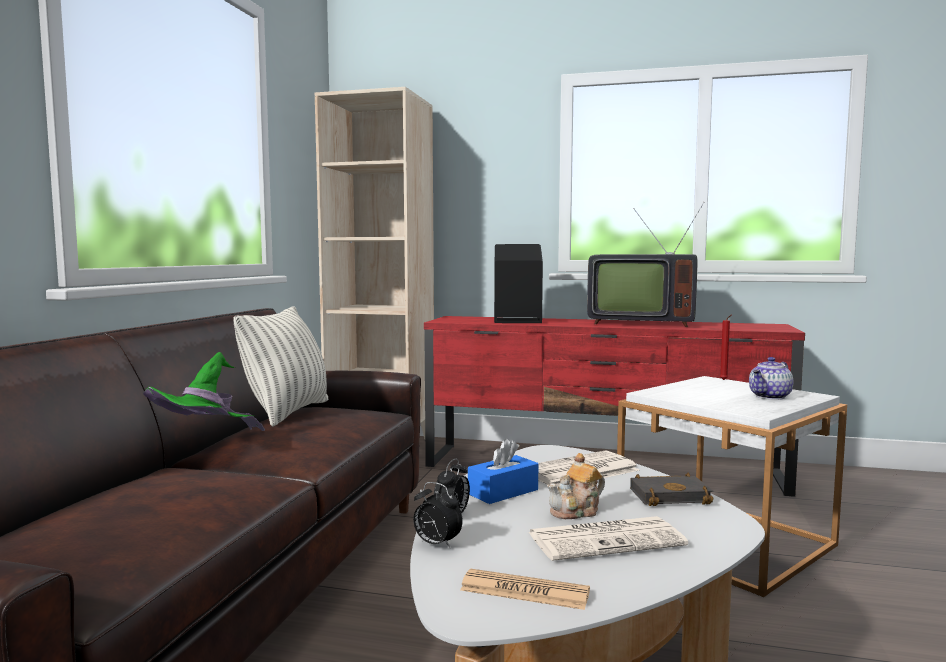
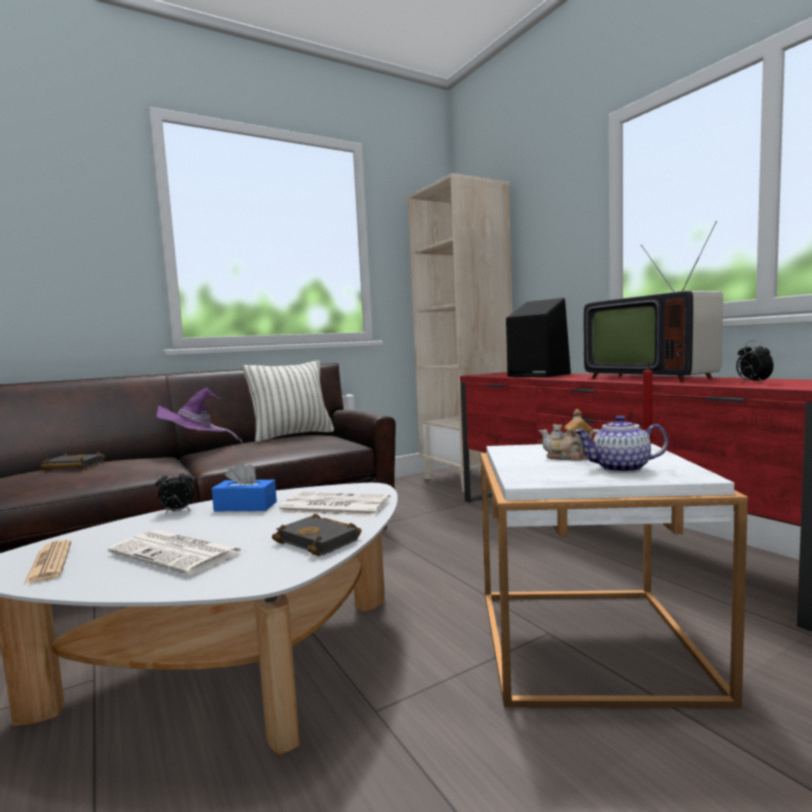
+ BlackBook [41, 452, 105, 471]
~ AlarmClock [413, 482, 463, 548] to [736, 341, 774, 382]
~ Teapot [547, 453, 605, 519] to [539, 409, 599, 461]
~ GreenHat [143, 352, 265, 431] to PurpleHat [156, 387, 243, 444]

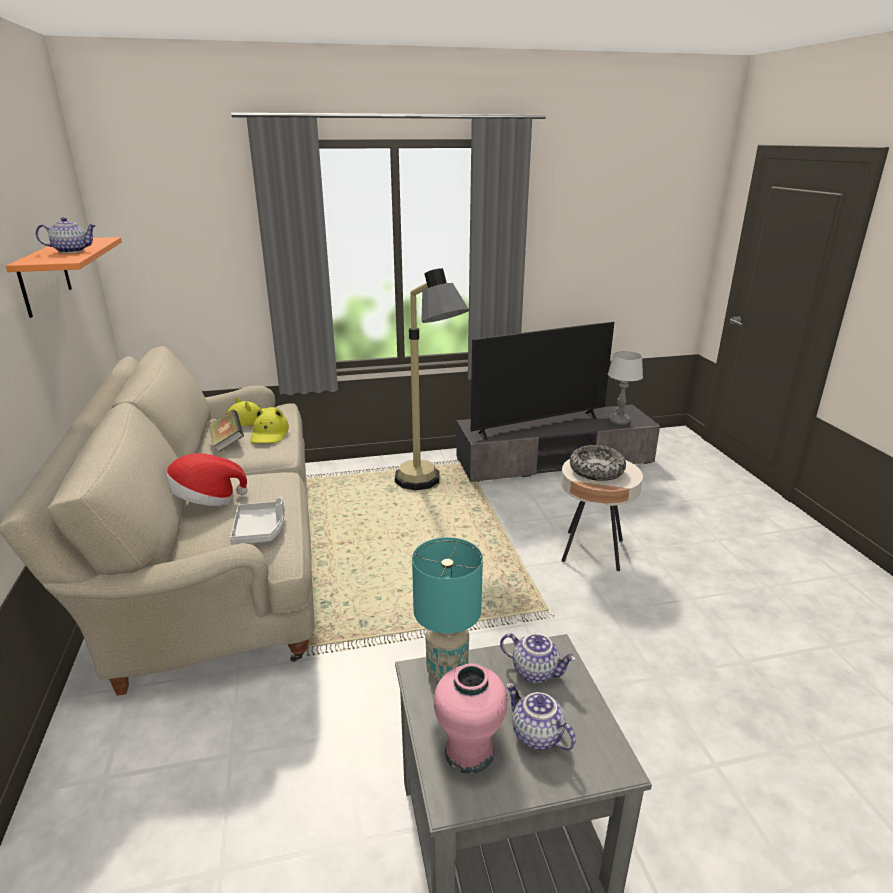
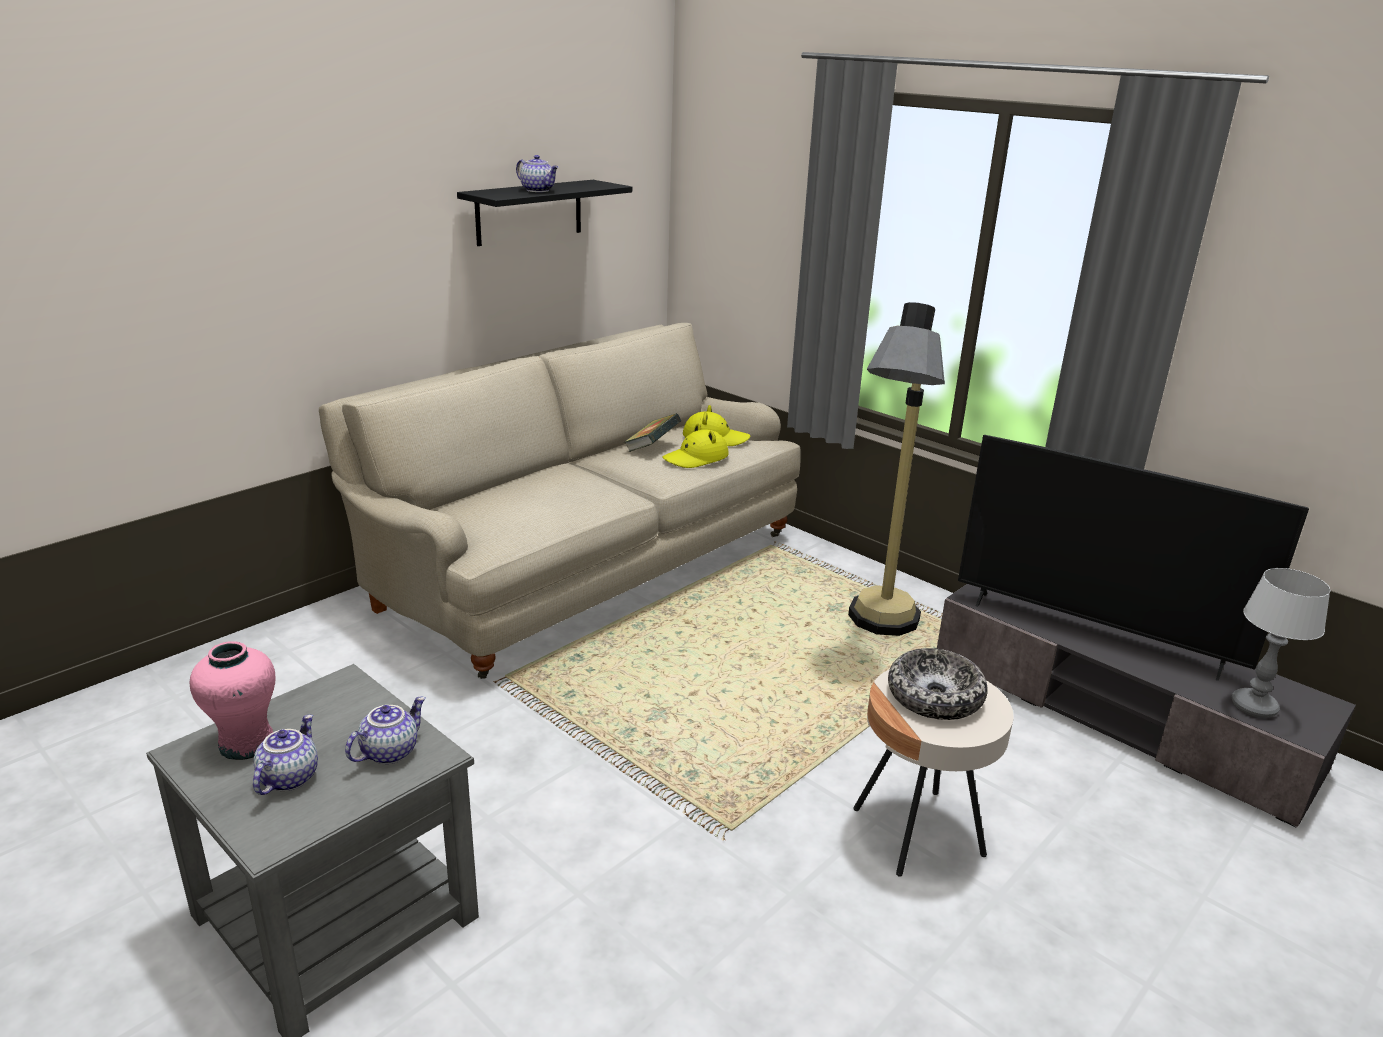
- Hat [167, 453, 248, 506]
- GreyTray [230, 497, 285, 545]
- TurquoiseTableLamp [412, 537, 483, 682]
~ OrangeShelf [6, 237, 122, 318] to BlackShelf [457, 180, 632, 246]
~ Teapot [500, 633, 576, 683] = [345, 697, 426, 764] 135 degrees counterclockwise

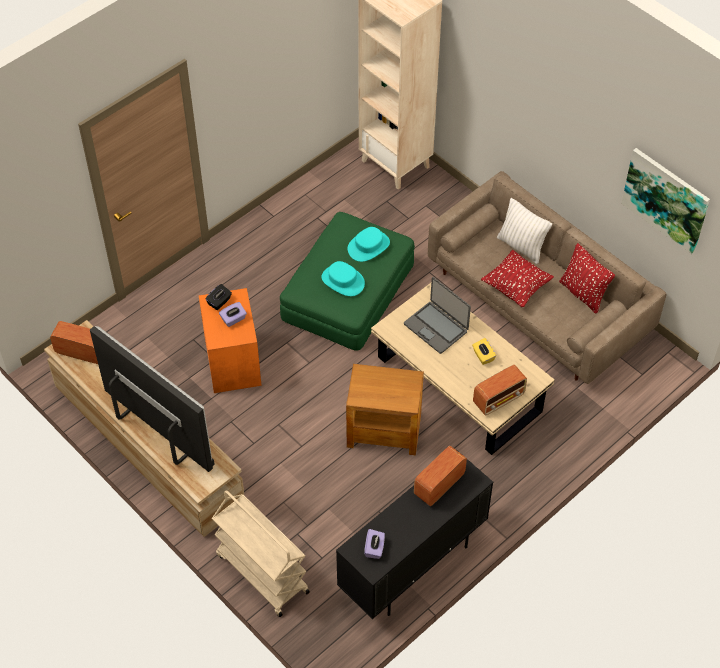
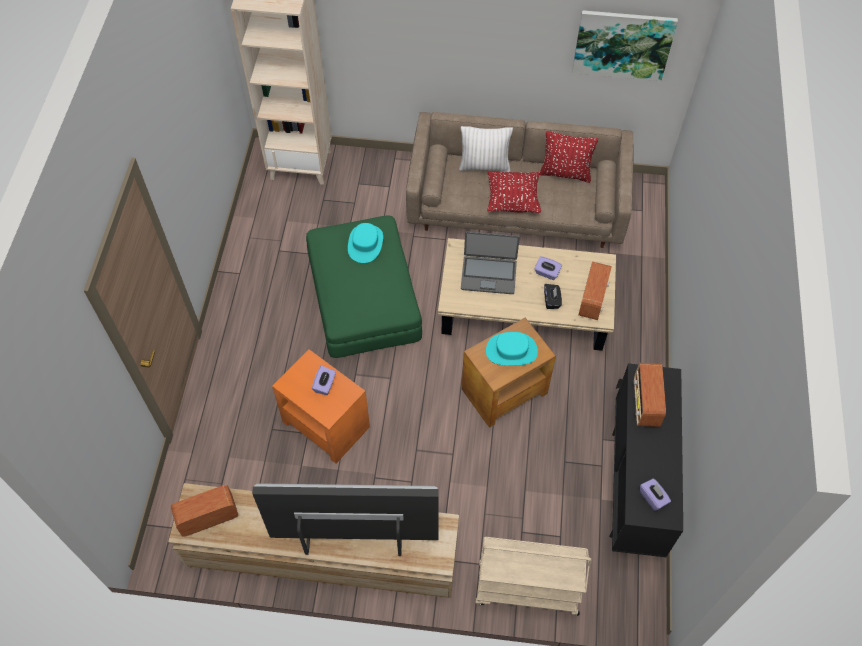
~ BlackTissueBox [206, 284, 232, 310] to [544, 284, 562, 309]
~ TurquoiseHat [321, 261, 365, 296] to [486, 332, 538, 366]
~ YellowTissueBox [472, 338, 496, 365] to PurpleTissueBox [534, 256, 562, 280]

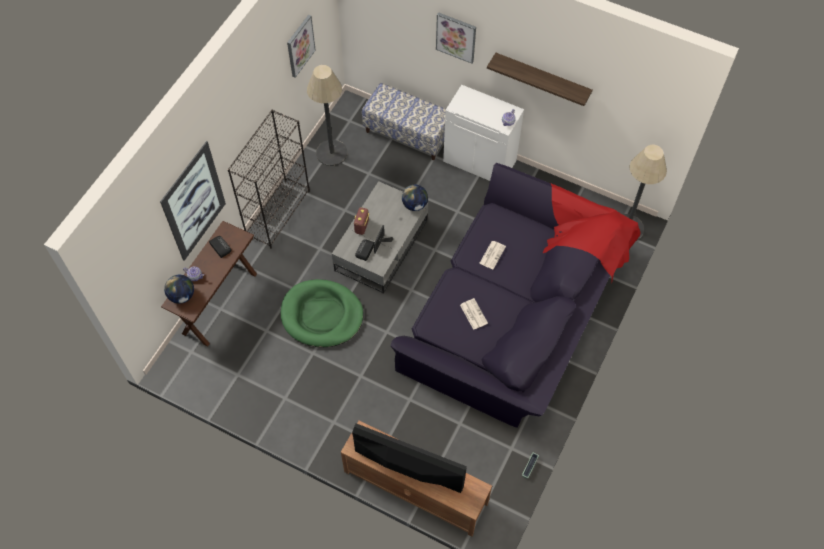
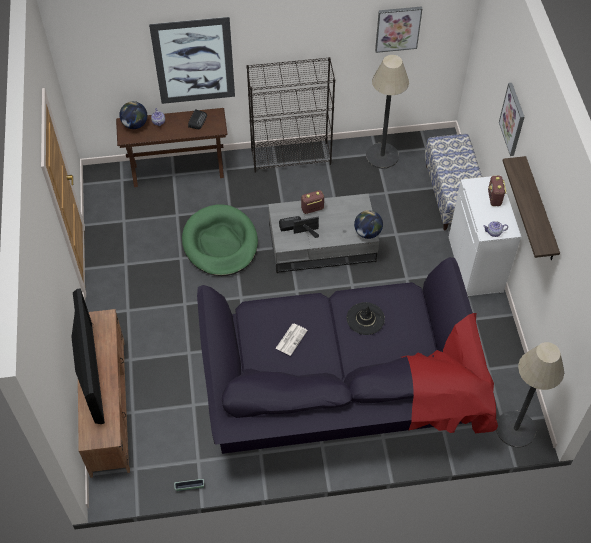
+ Radio [488, 176, 506, 206]
~ Newspaper [479, 241, 506, 269] to BlackHat [346, 302, 385, 335]

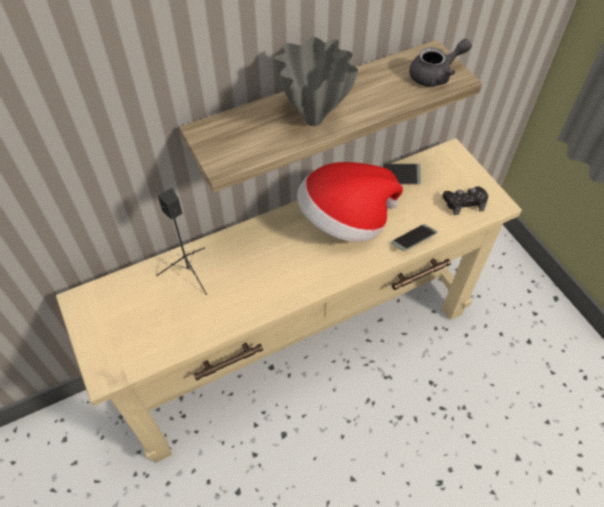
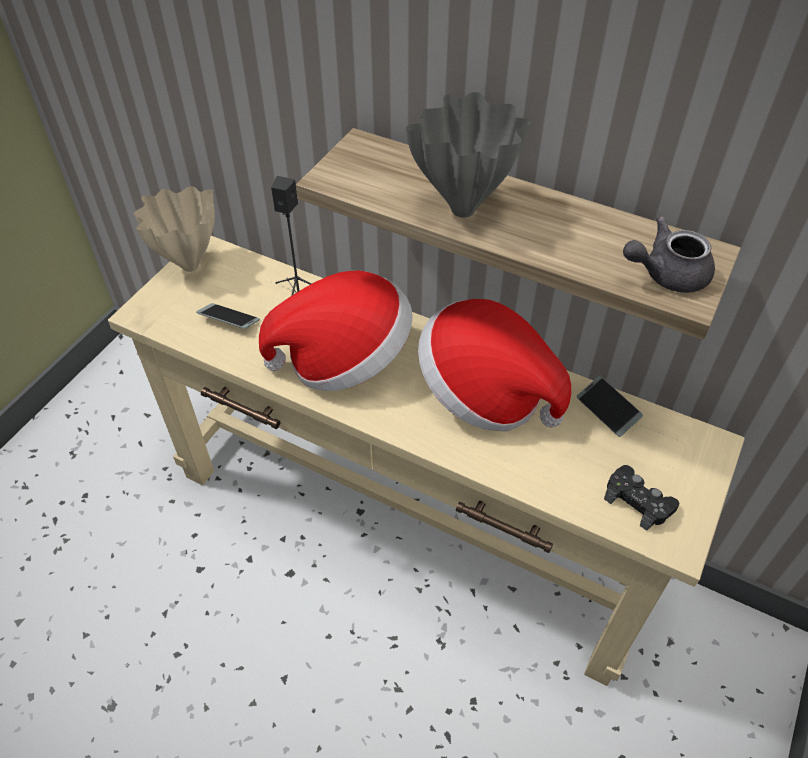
+ BeigeVase [134, 186, 215, 272]
+ Hat [259, 270, 413, 391]
~ Phone [391, 224, 438, 251] to [196, 303, 260, 329]
~ GreyTeapot [409, 39, 472, 87] = [623, 217, 715, 293] 135 degrees clockwise

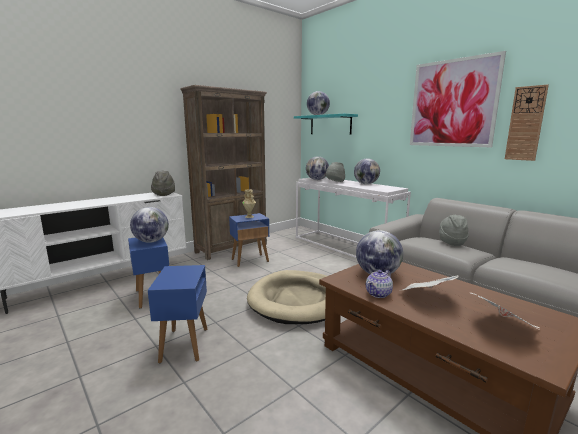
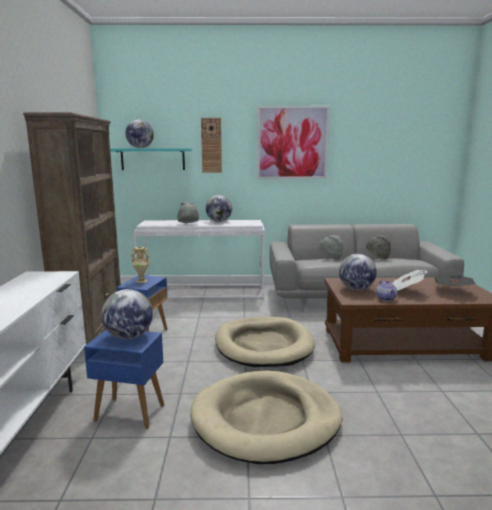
- Globe [306, 156, 329, 180]
~ GreyHat [151, 170, 175, 196] to [366, 235, 391, 259]
~ WallClock [505, 84, 549, 161] to [201, 118, 222, 173]
~ BlueSideTable [148, 265, 207, 364] to BeigeDogBed [190, 371, 342, 464]

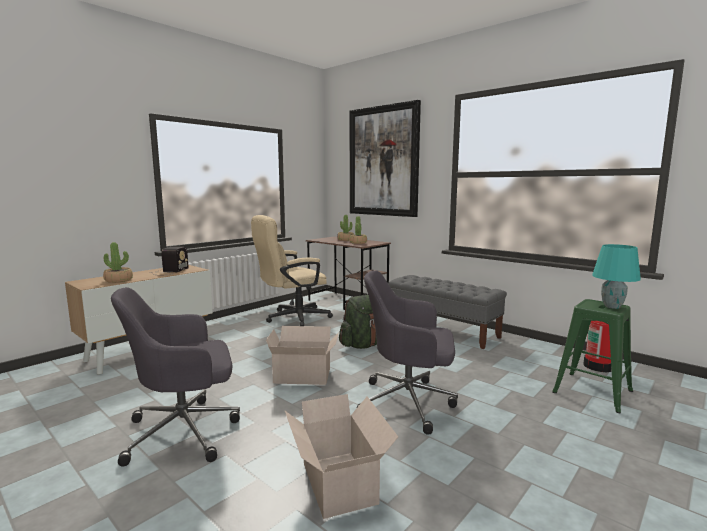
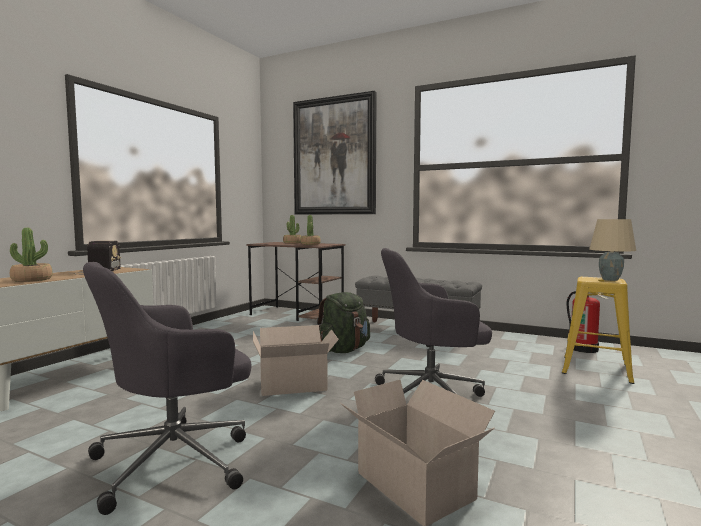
- BeigeOfficeChair [251, 215, 333, 326]
~ GreenStool [552, 299, 633, 413] to YellowStool [562, 277, 634, 384]
~ TurquoiseTableLamp [592, 244, 641, 309] to BeigeTableLamp [589, 219, 636, 281]

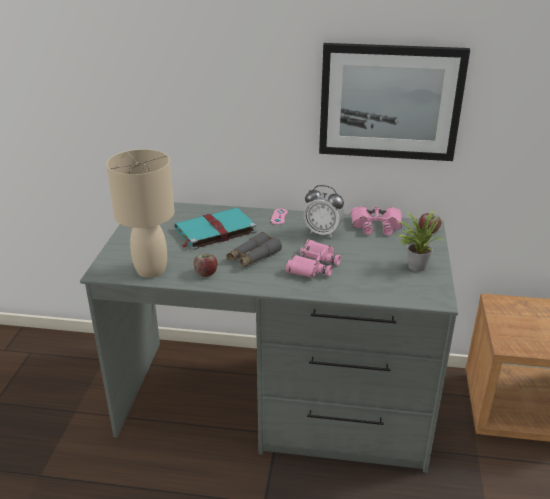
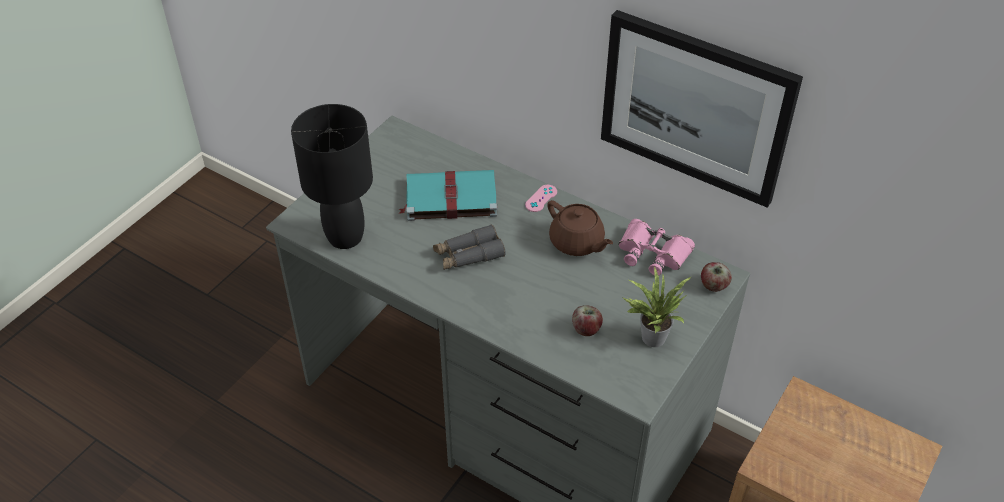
- PinkBinoculars [285, 239, 341, 278]
~ Apple [194, 254, 217, 277] to [572, 305, 603, 336]
~ AlarmClock [304, 185, 344, 238] to BrownTeapot [547, 200, 613, 256]
~ BeigeTableLamp [106, 149, 175, 278] to BlackTableLamp [291, 104, 373, 249]

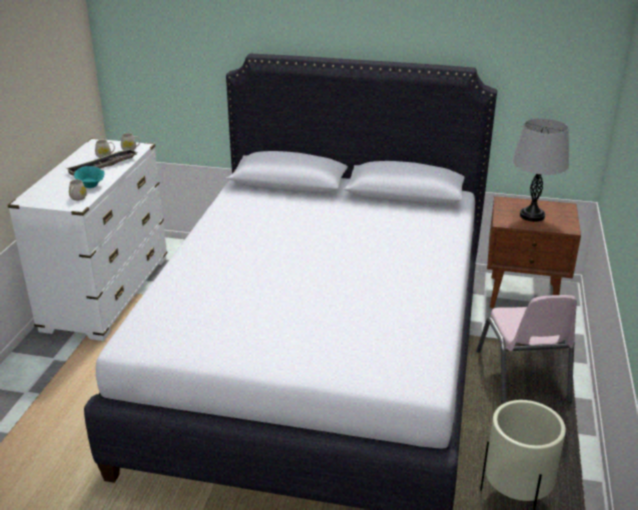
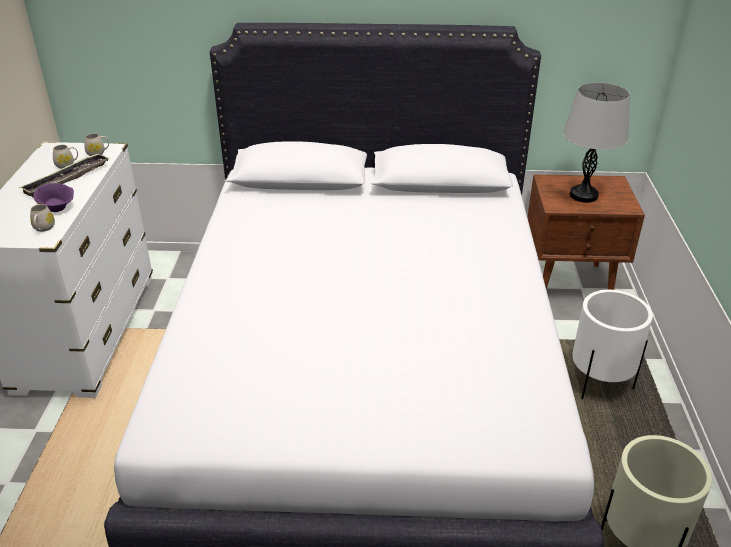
~ PinkChair [476, 295, 577, 405] to WhitePlanter [572, 290, 653, 400]
~ TurquoiseBowl [74, 166, 105, 188] to PurpleBowl [33, 183, 74, 212]

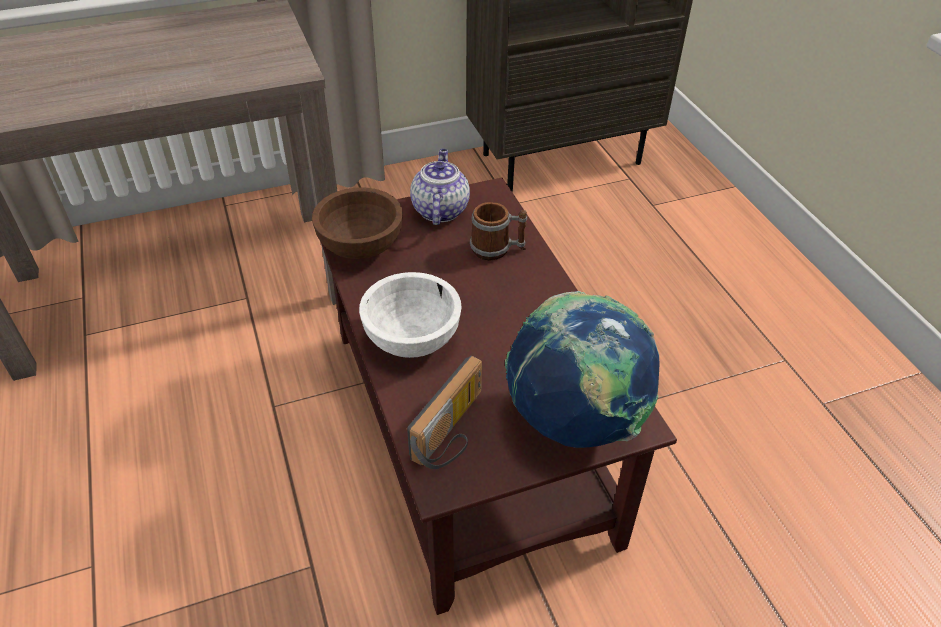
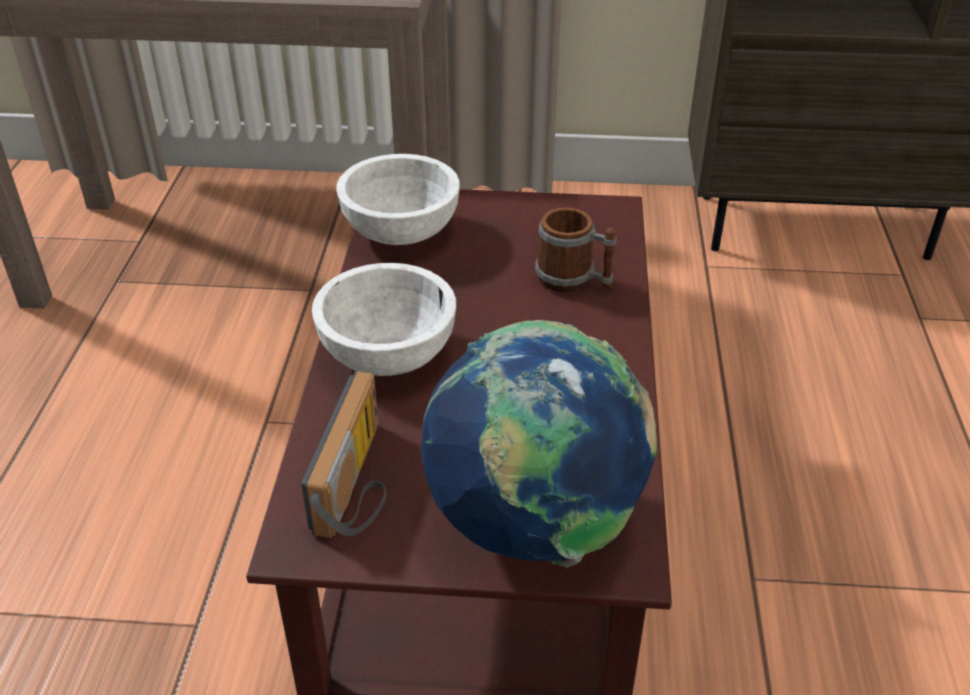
- Teapot [410, 149, 470, 225]
~ BrownBowl [312, 187, 403, 259] to WhiteBowl [336, 154, 460, 245]
~ Radio [407, 356, 482, 469] = [301, 371, 386, 538] 45 degrees counterclockwise

